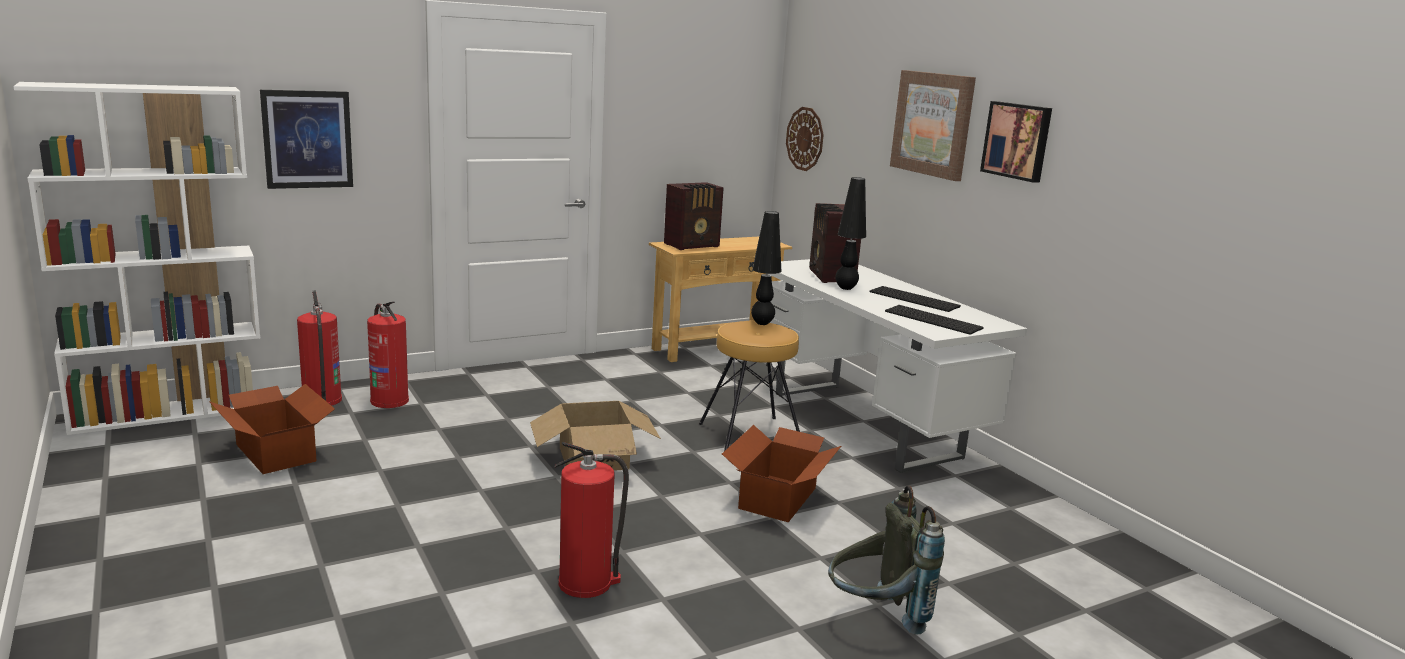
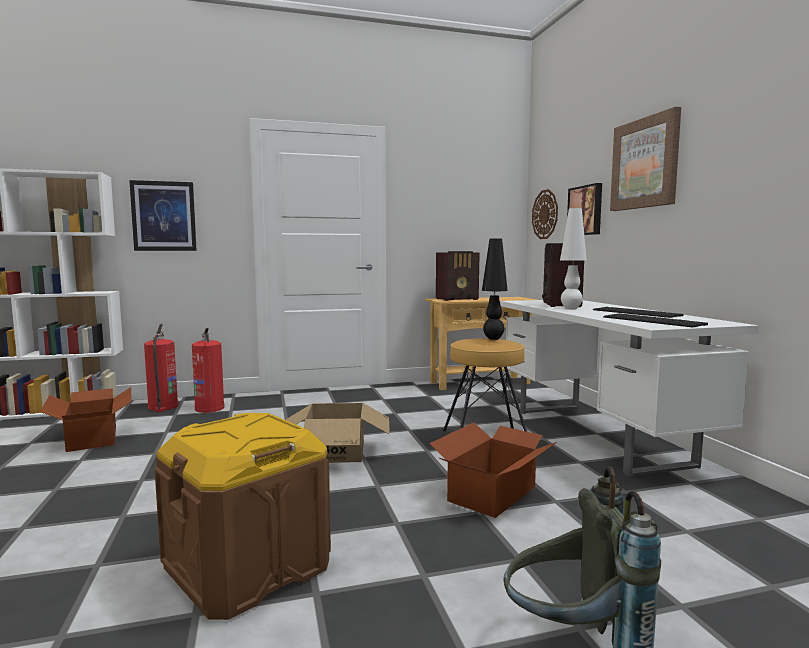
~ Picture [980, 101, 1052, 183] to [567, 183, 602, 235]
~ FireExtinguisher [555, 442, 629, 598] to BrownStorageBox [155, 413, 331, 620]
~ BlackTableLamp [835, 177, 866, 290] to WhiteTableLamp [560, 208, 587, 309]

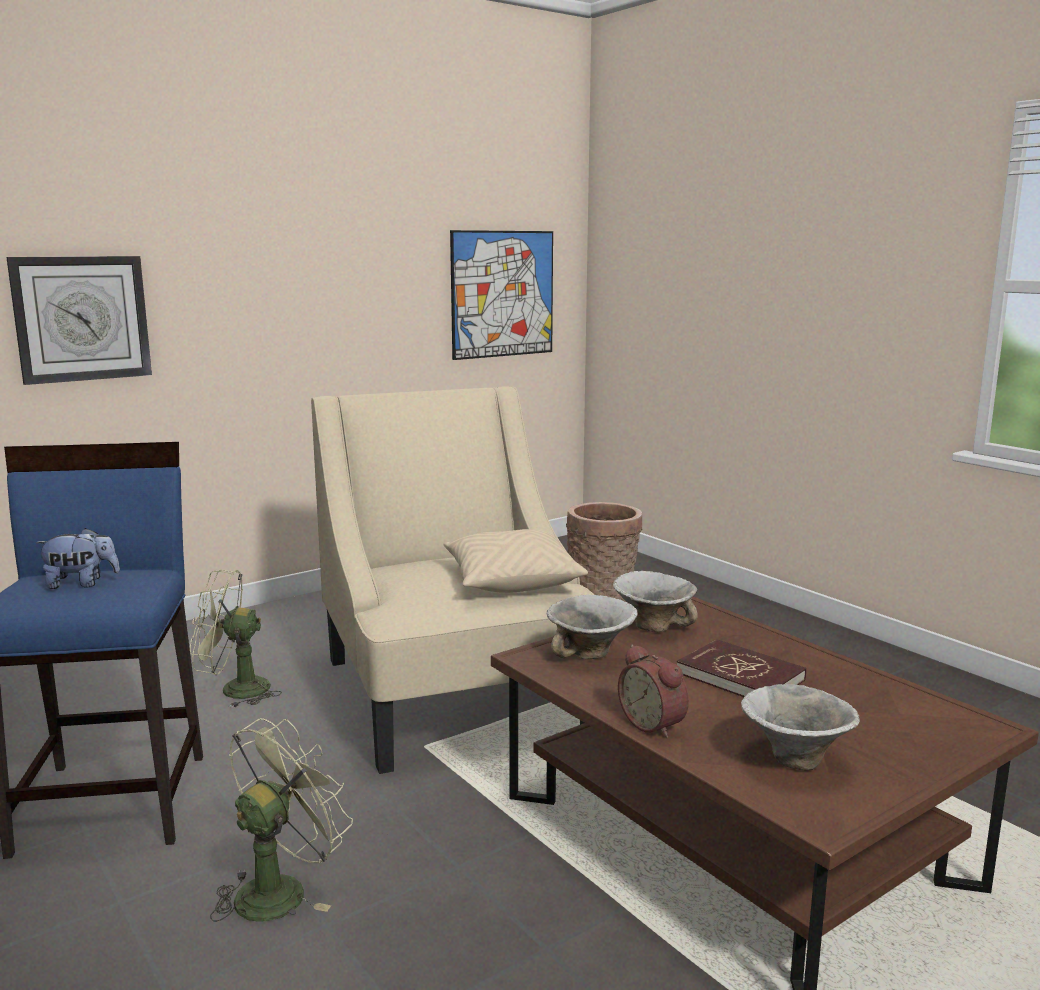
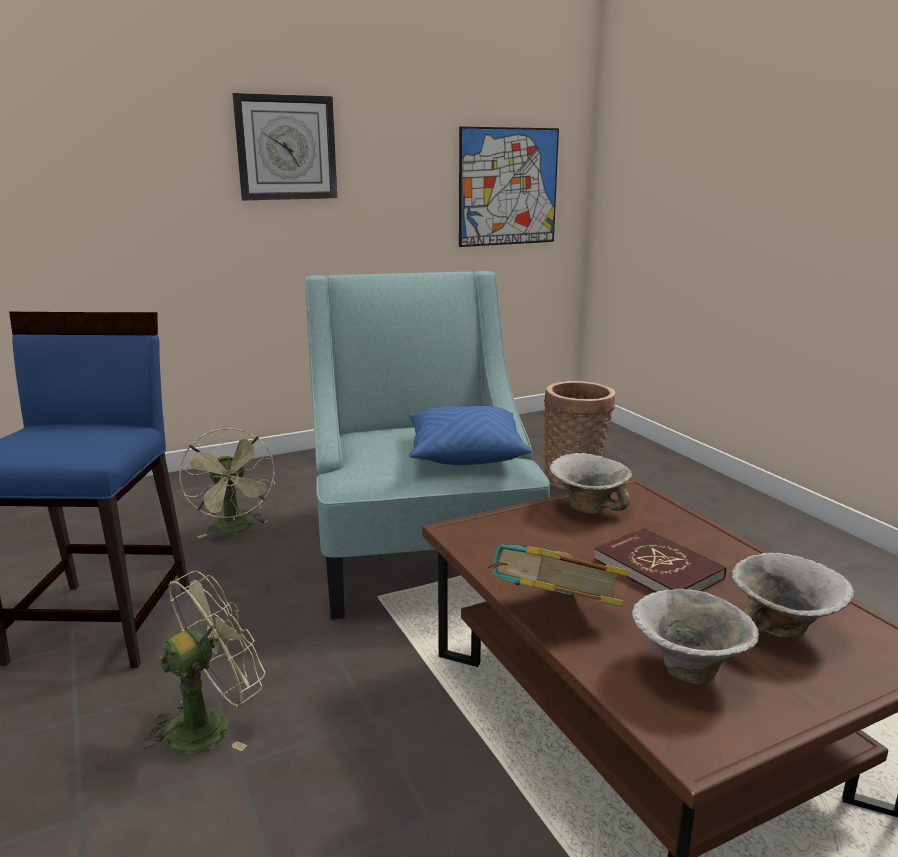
- PlushToy [36, 528, 120, 589]
~ WallClock [6, 256, 152, 385] to [232, 93, 337, 200]
~ Bowl [546, 594, 638, 659] to [731, 553, 854, 638]
~ AlarmClock [618, 645, 689, 738] to Book [488, 544, 629, 607]
~ BeigeArmchair [311, 386, 594, 774] to TurquoiseArmchair [305, 271, 550, 620]
~ BeigePillow [443, 529, 588, 593] to BluePillow [409, 406, 532, 465]
~ GreenFan [190, 569, 282, 708] = [179, 428, 275, 538] 120 degrees counterclockwise

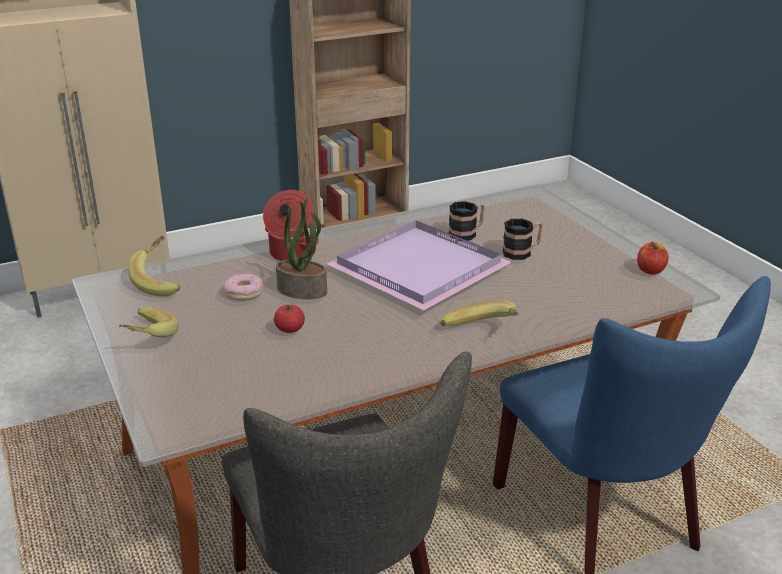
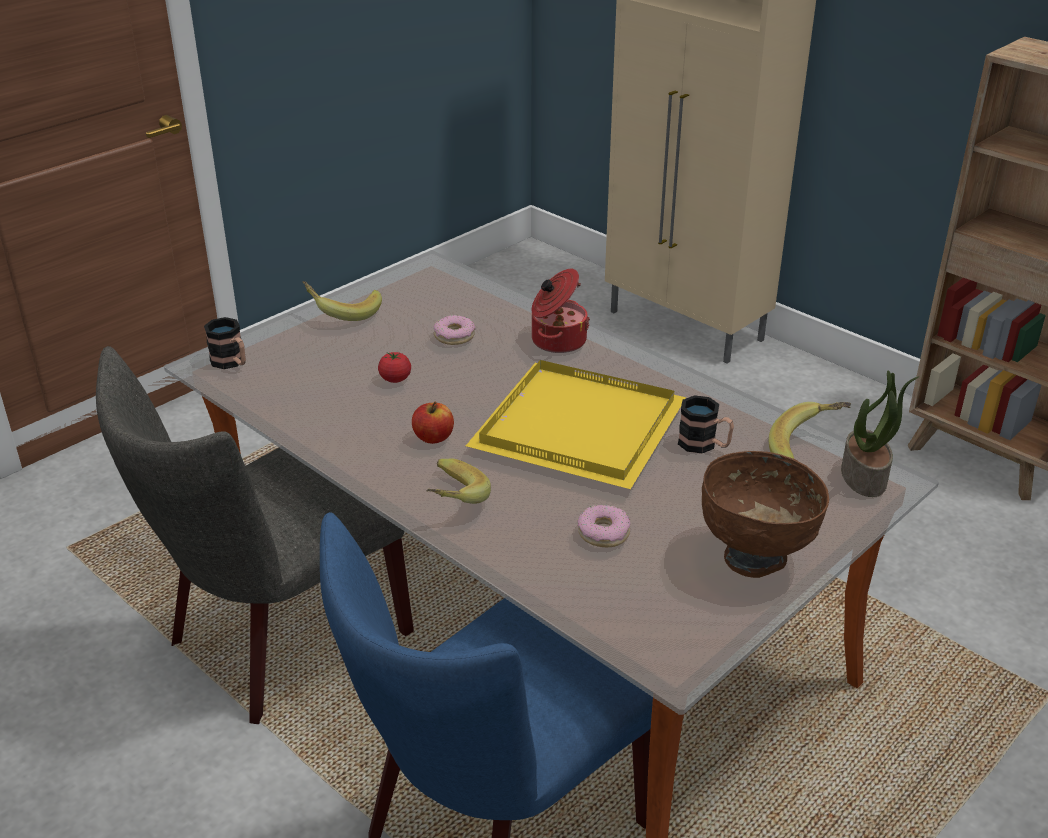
+ Donut [577, 505, 630, 547]
+ BrownBowl [702, 451, 829, 578]
~ Banana [128, 236, 180, 296] to [769, 402, 851, 459]
~ PottedPlant [276, 198, 327, 299] to [841, 370, 920, 497]
~ Mug [503, 219, 542, 260] to [204, 317, 246, 369]
~ Apple [637, 241, 669, 275] to [412, 402, 454, 444]
~ PurpleTray [326, 220, 512, 310] to YellowTray [466, 360, 686, 489]

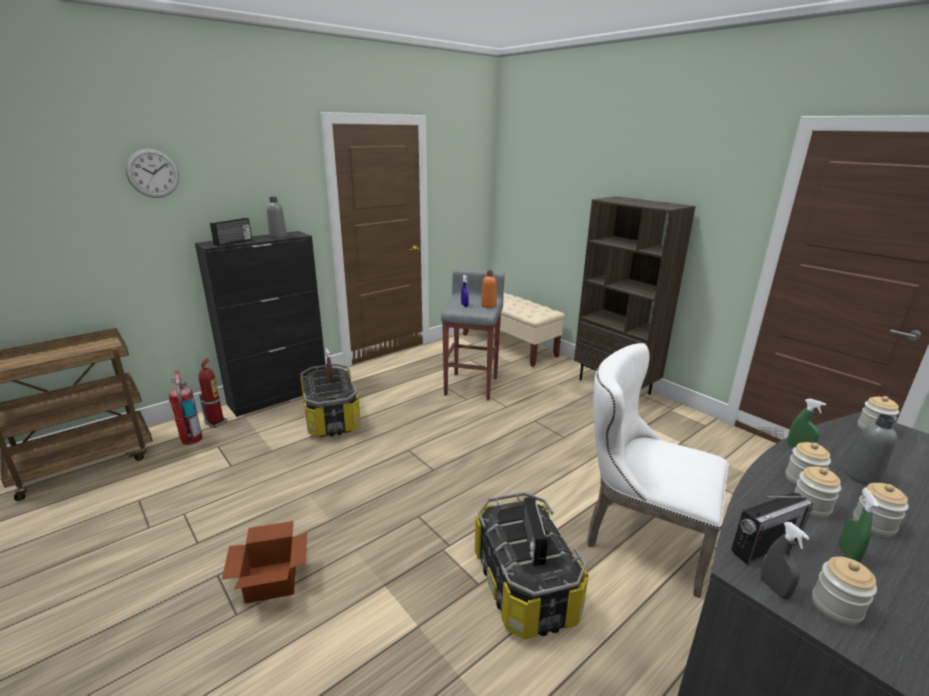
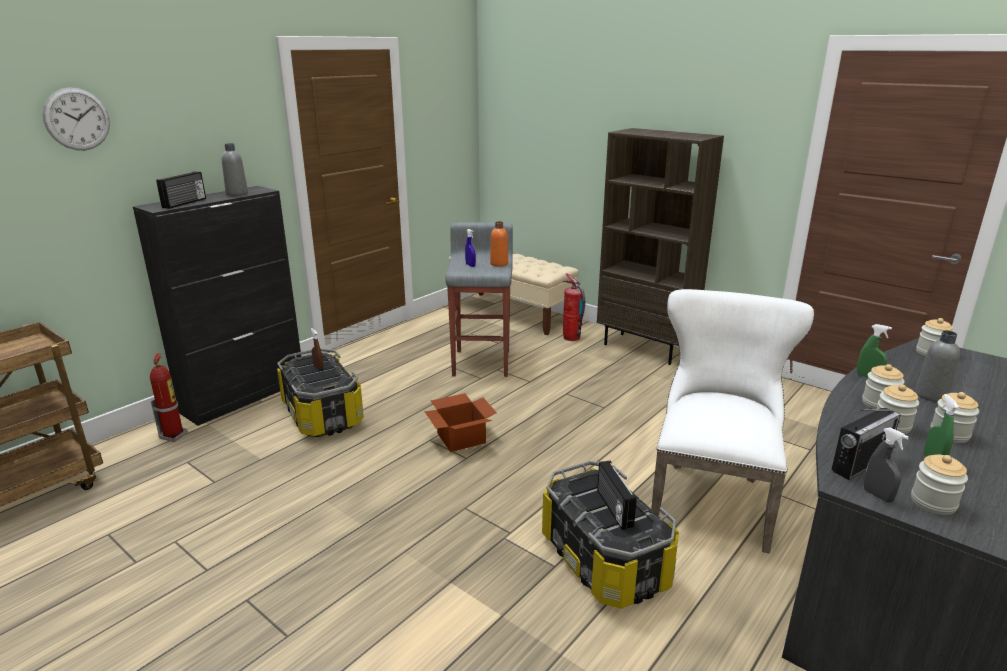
~ FireExtinguisher [169, 371, 203, 445] to [563, 273, 585, 341]
~ CardboardBox [222, 521, 307, 604] to [424, 393, 497, 452]
~ WhiteChair [587, 343, 729, 598] = [651, 289, 814, 554] 90 degrees clockwise

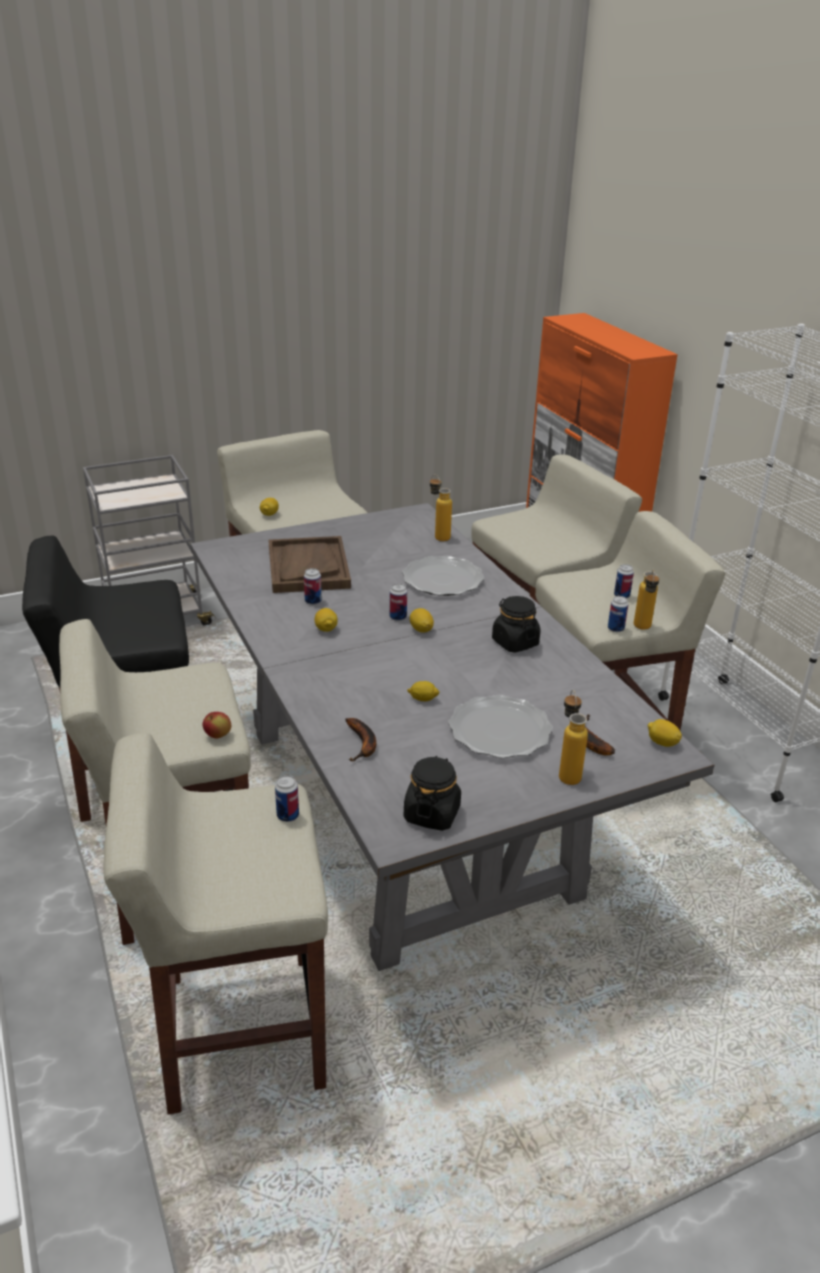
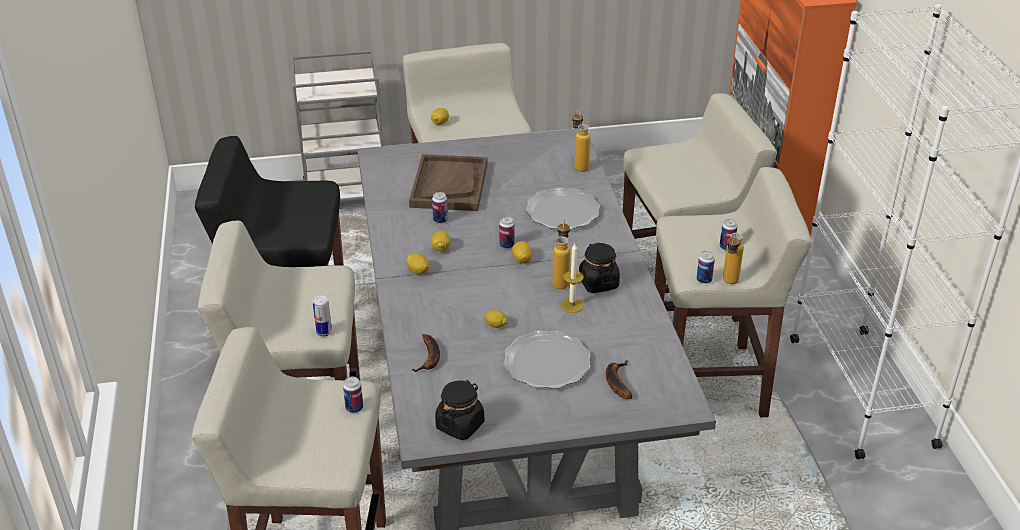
+ Candle [560, 244, 584, 313]
~ Bottle [559, 690, 588, 785] to [552, 220, 570, 289]
~ Lemon [647, 719, 682, 747] to [407, 253, 429, 274]
~ Apple [203, 712, 231, 738] to Can [313, 295, 332, 337]

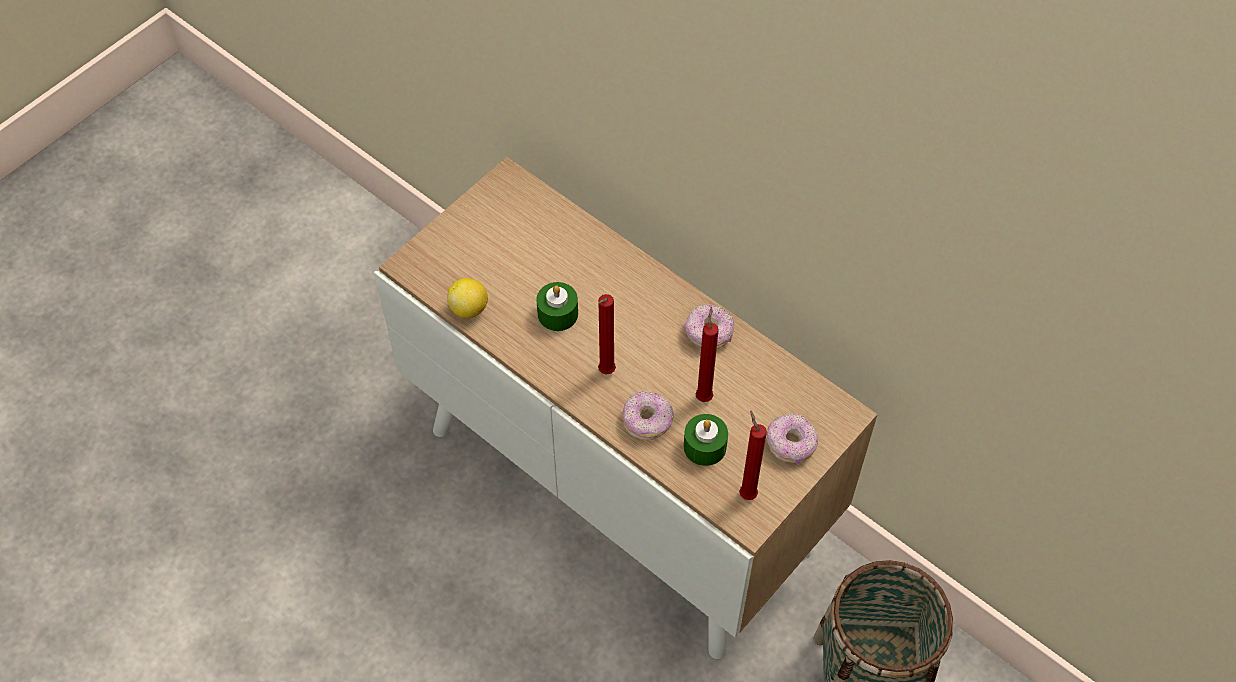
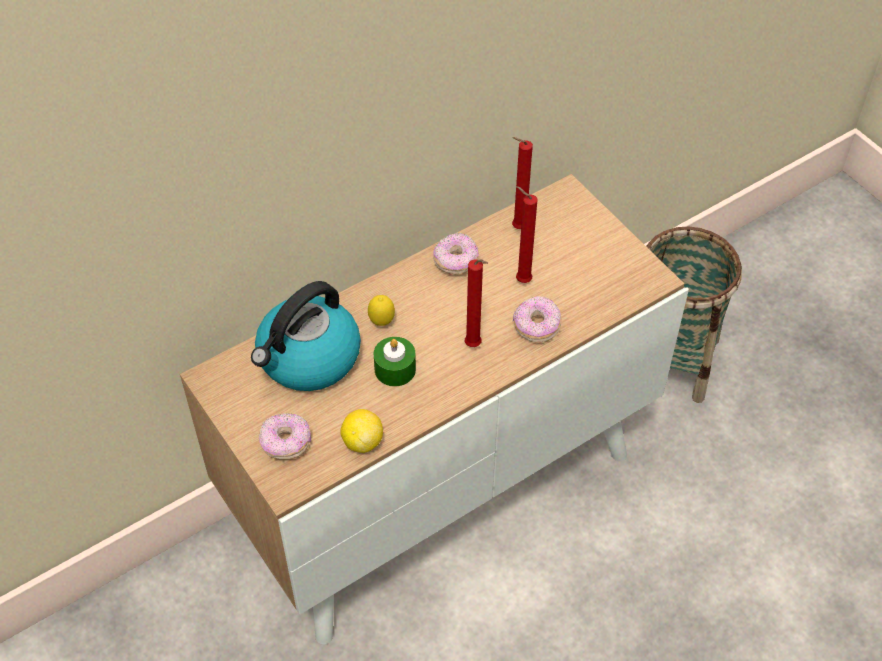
- GreenCandle [684, 414, 728, 466]
+ Kettle [251, 281, 361, 391]
+ Lemon [368, 295, 395, 326]
~ RedCandle [739, 410, 767, 500] to [512, 137, 533, 229]
~ Donut [766, 413, 818, 464] to [259, 413, 311, 460]

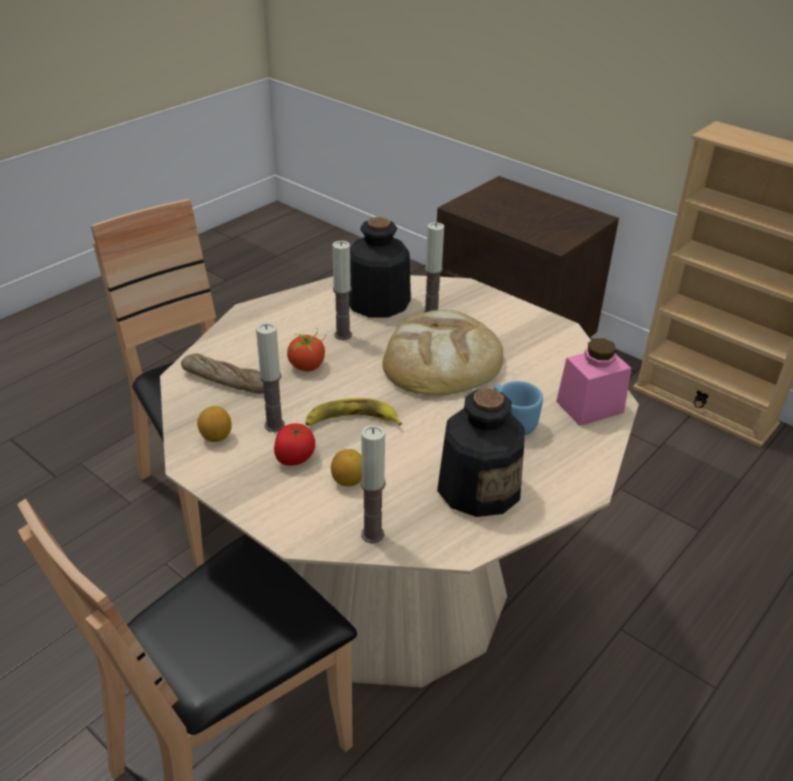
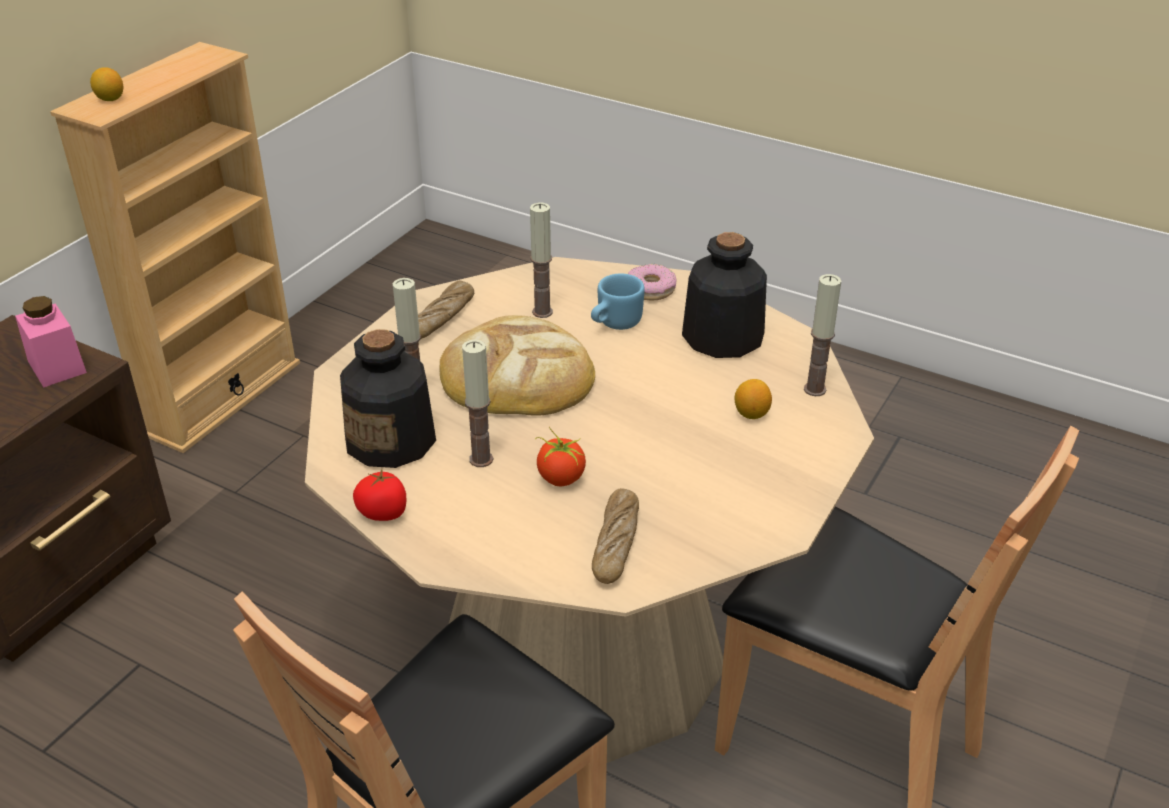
- Banana [305, 398, 402, 426]
+ Bread [418, 281, 474, 339]
+ Donut [628, 264, 677, 301]
~ Lemon [197, 406, 232, 442] to [90, 67, 123, 101]
~ Candle [256, 323, 285, 432] to [530, 202, 553, 318]
~ Tomato [274, 424, 315, 466] to [353, 469, 406, 521]
~ PinkJar [556, 339, 631, 426] to [15, 296, 87, 388]

